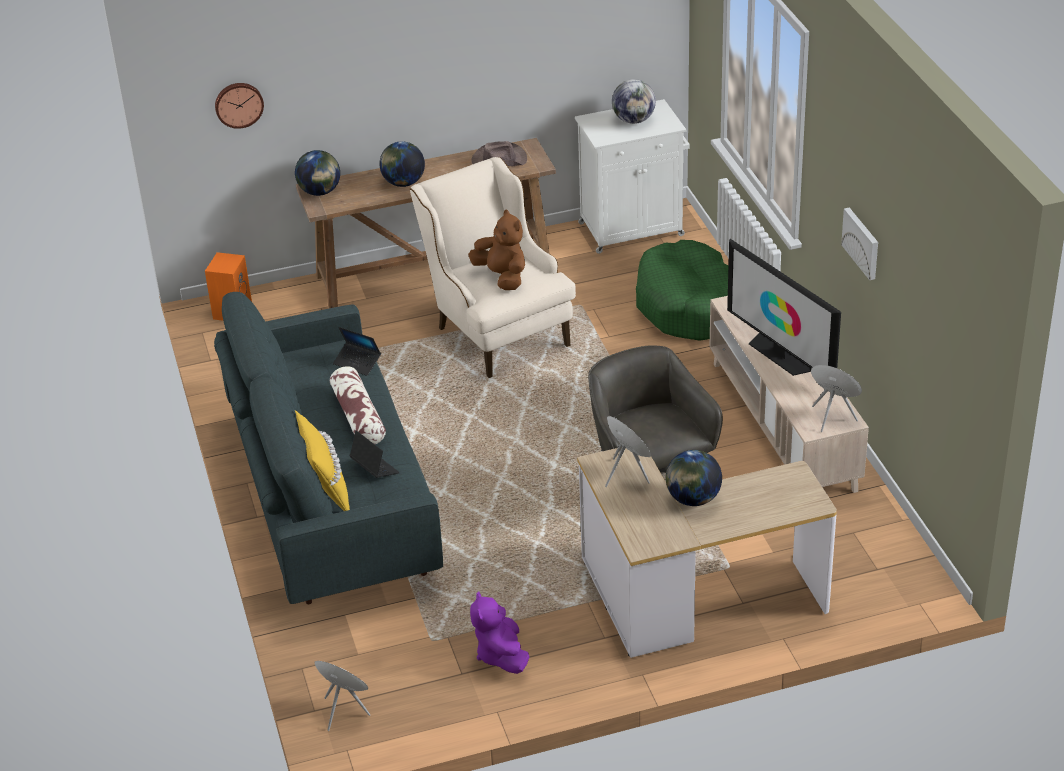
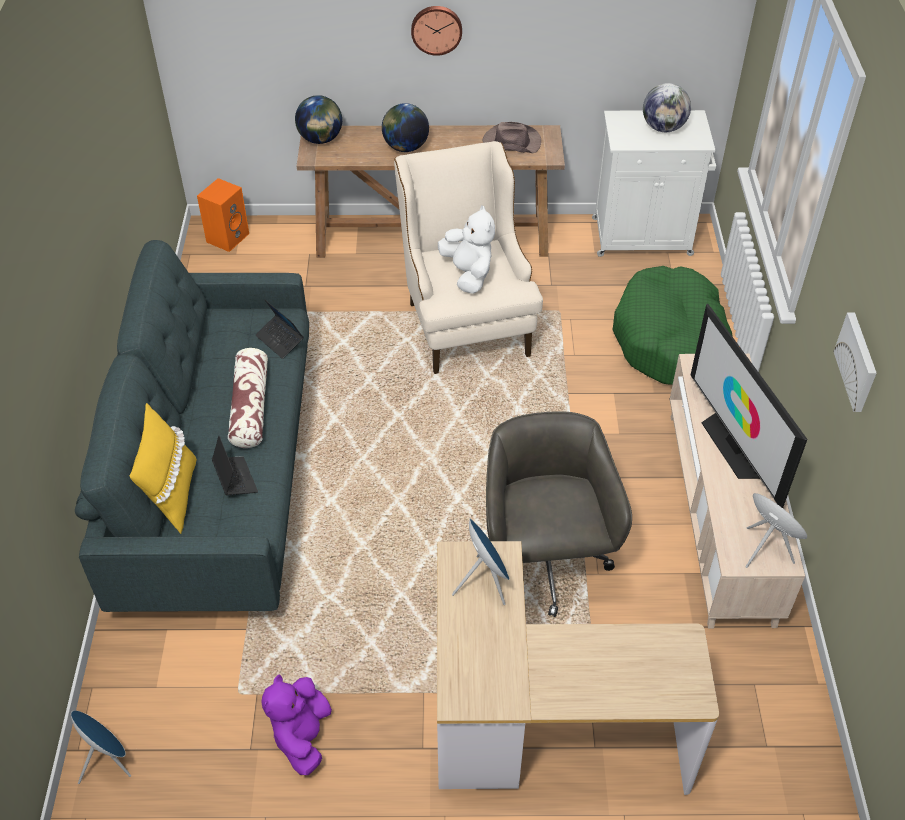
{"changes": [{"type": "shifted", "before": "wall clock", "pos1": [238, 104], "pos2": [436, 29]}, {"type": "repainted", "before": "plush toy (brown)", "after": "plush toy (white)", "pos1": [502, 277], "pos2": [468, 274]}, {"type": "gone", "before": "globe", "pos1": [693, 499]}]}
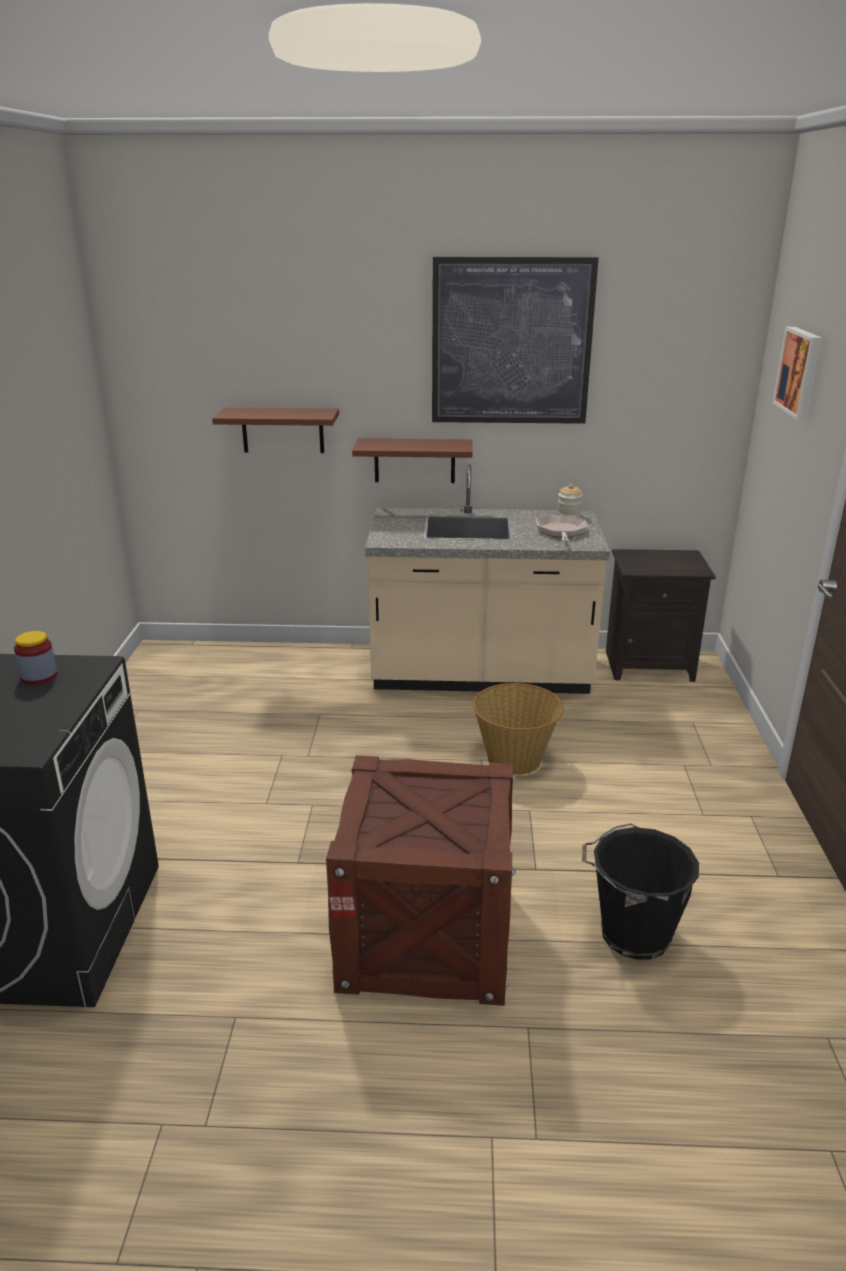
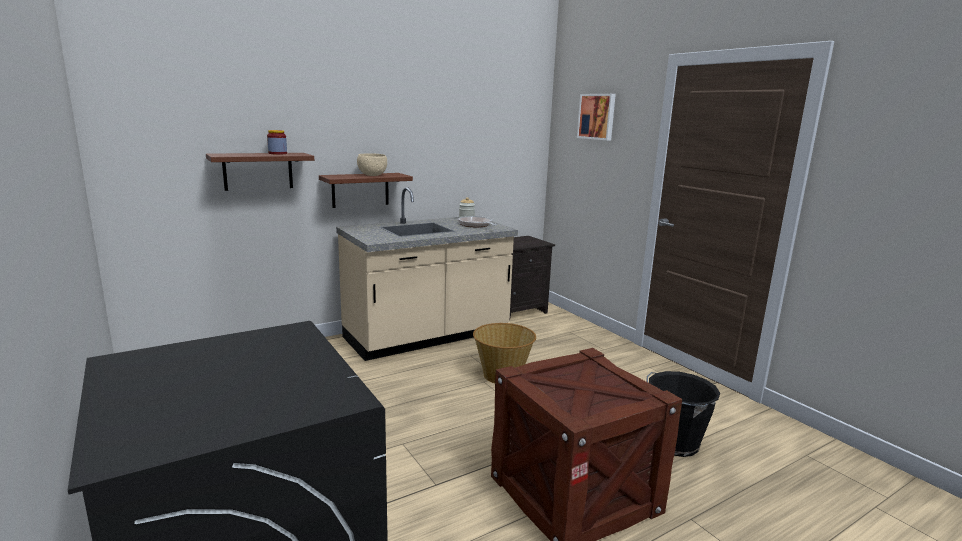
{"changes": [{"type": "shifted", "before": "jar", "pos1": [39, 676], "pos2": [277, 153]}, {"type": "new", "after": "bowl (beige)", "pos2": [372, 175]}, {"type": "gone", "before": "picture", "pos1": [511, 342]}]}
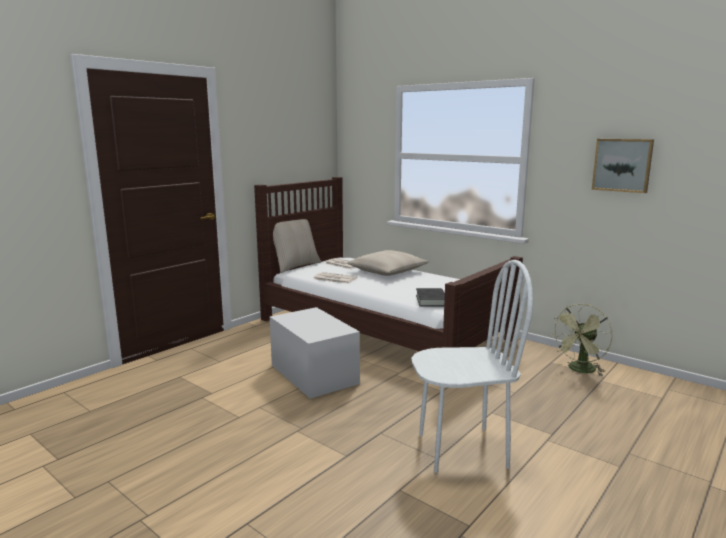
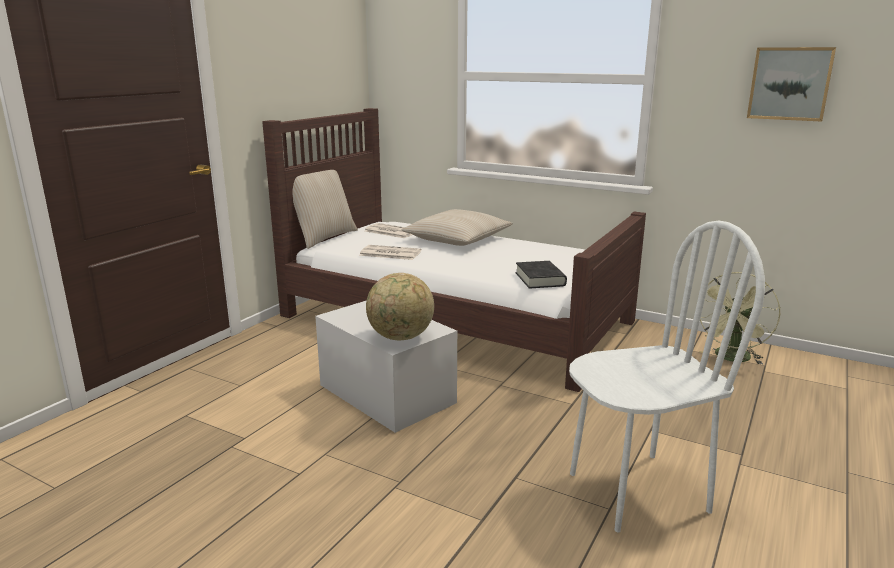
{"changes": [{"type": "new", "after": "globe", "pos2": [401, 337]}]}
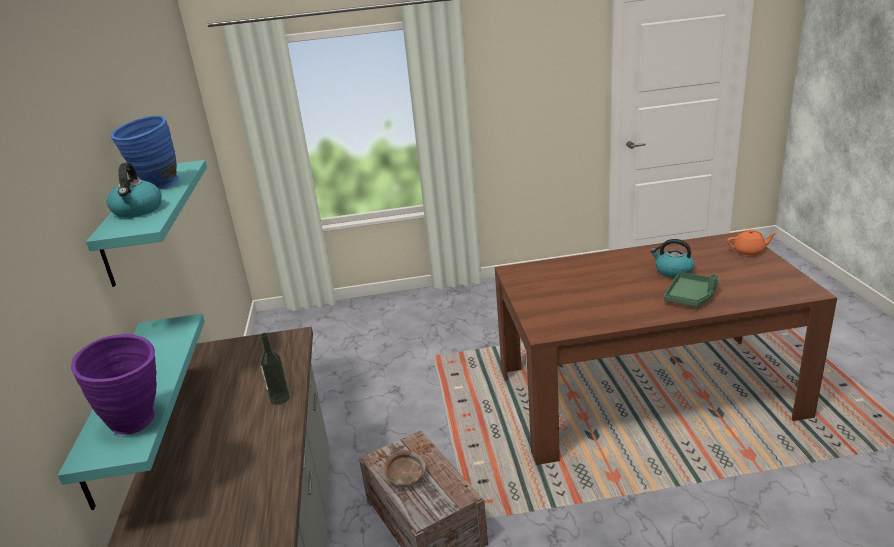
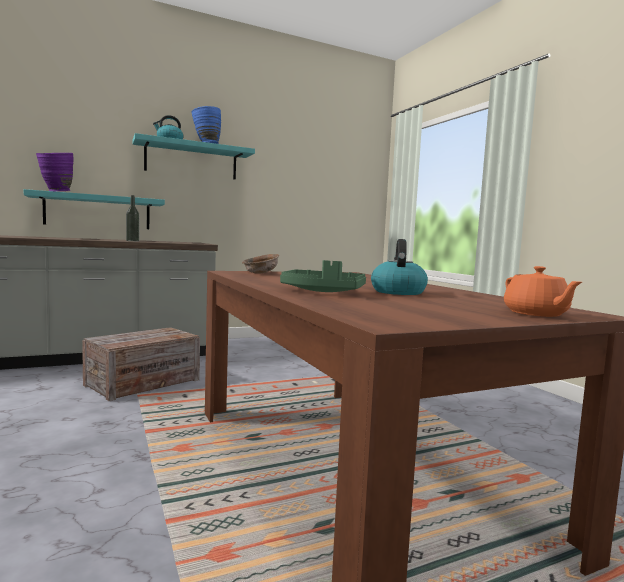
{"changes": [{"type": "shifted", "before": "bowl (brown)", "pos1": [406, 478], "pos2": [260, 273]}]}
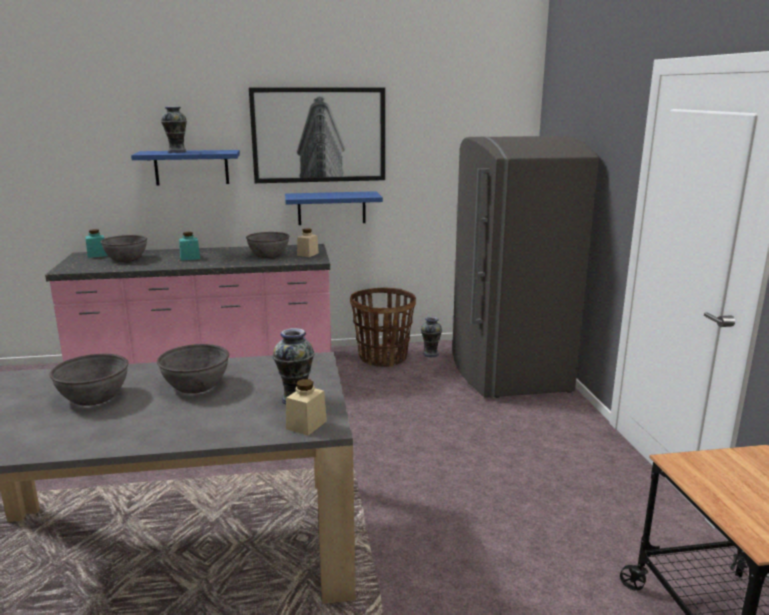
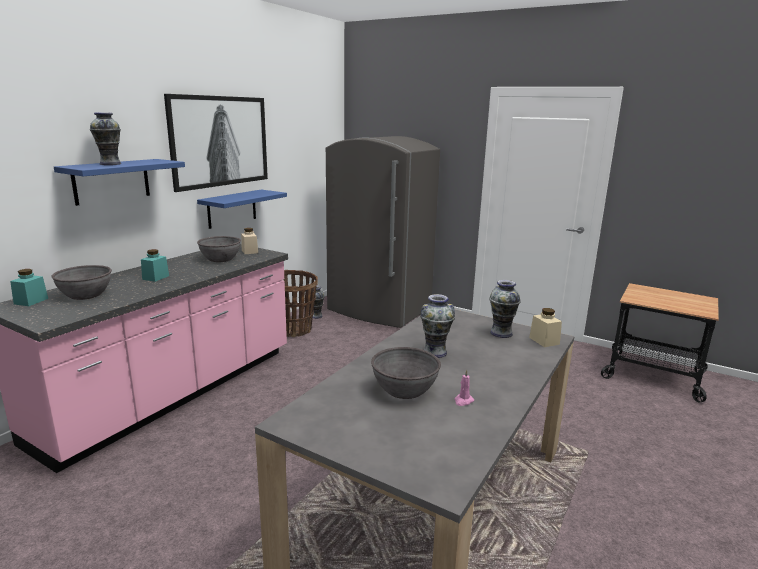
{"changes": [{"type": "swapped", "before": "bowl (grey)", "after": "vase", "pos1": [196, 385], "pos2": [435, 352]}, {"type": "new", "after": "candle (pink)", "pos2": [463, 401]}]}
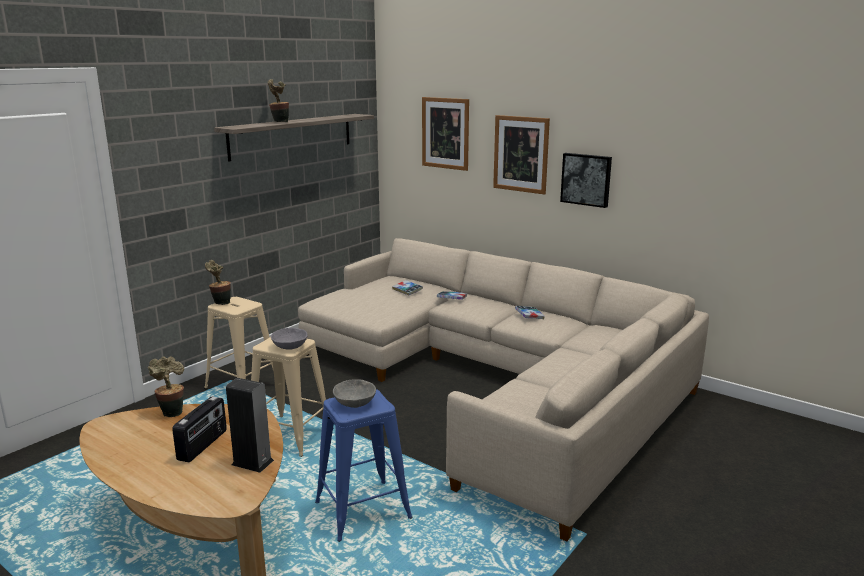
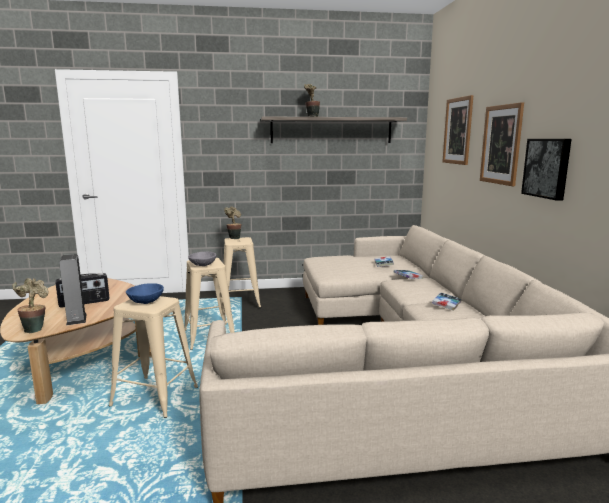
{"changes": [{"type": "shifted", "before": "potted plant", "pos1": [171, 412], "pos2": [35, 329]}, {"type": "repainted", "before": "stool (blue)", "after": "stool (beige)", "pos1": [363, 510], "pos2": [155, 397]}, {"type": "repainted", "before": "bowl (grey)", "after": "bowl (blue)", "pos1": [354, 403], "pos2": [146, 301]}]}
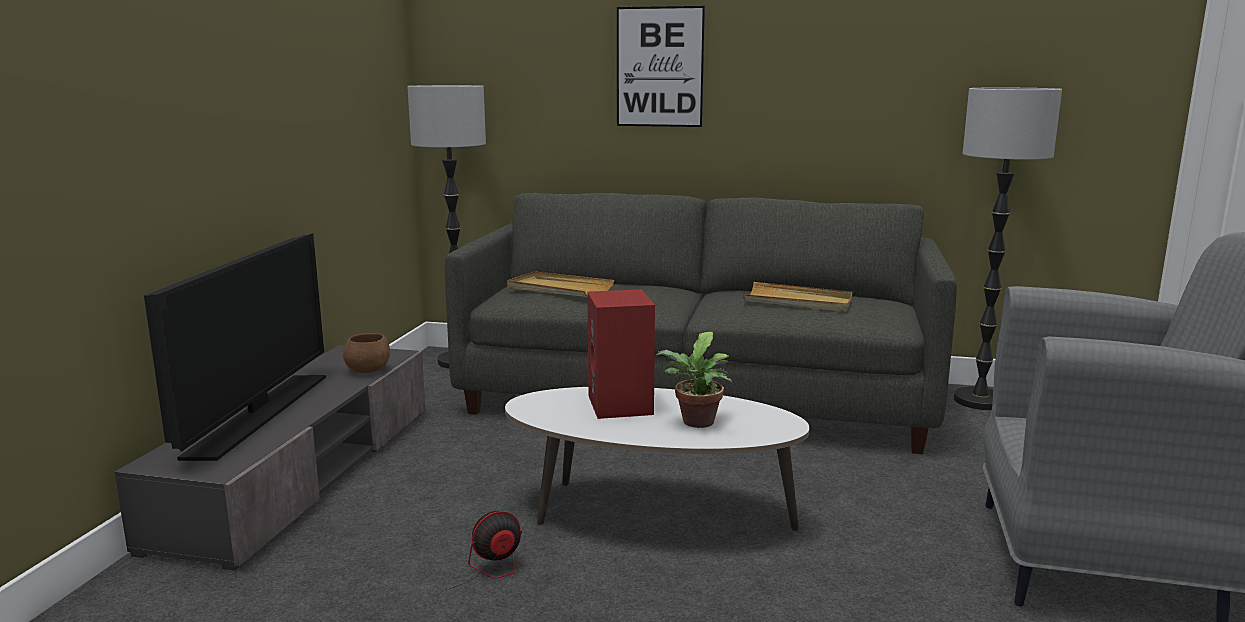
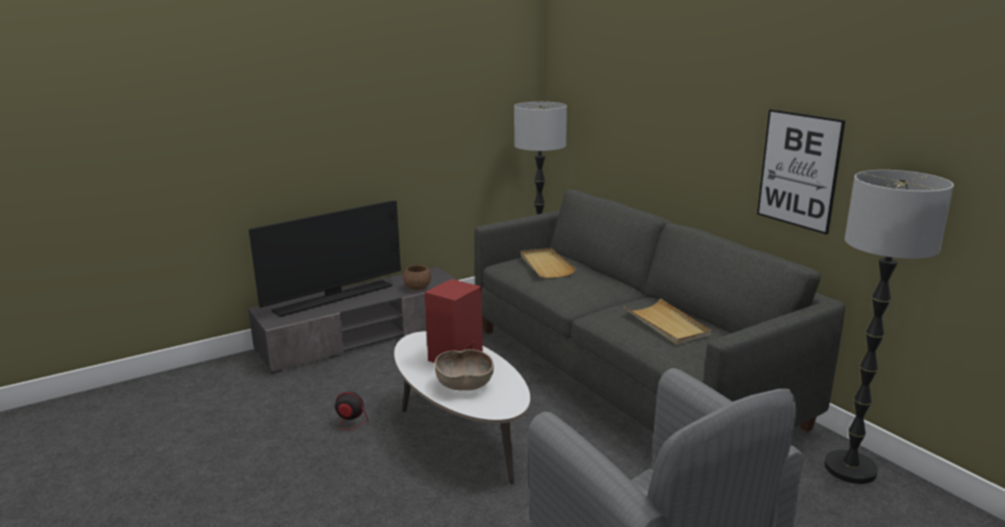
{"changes": [{"type": "swapped", "before": "potted plant", "after": "bowl (brown)", "pos1": [696, 423], "pos2": [464, 385]}, {"type": "shifted", "before": "picture", "pos1": [660, 67], "pos2": [798, 170]}]}
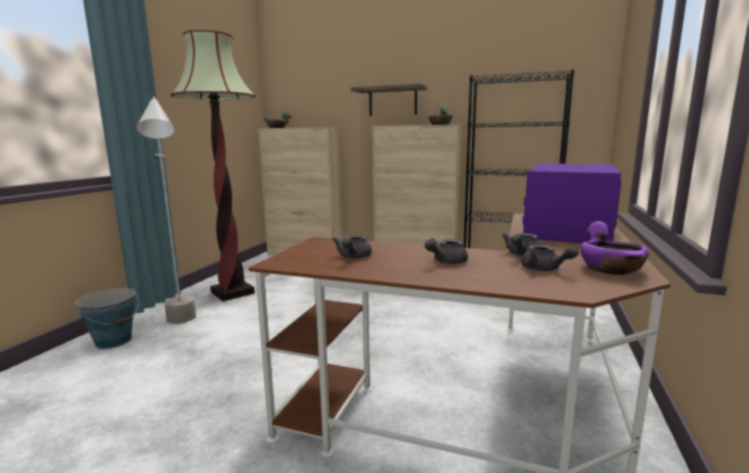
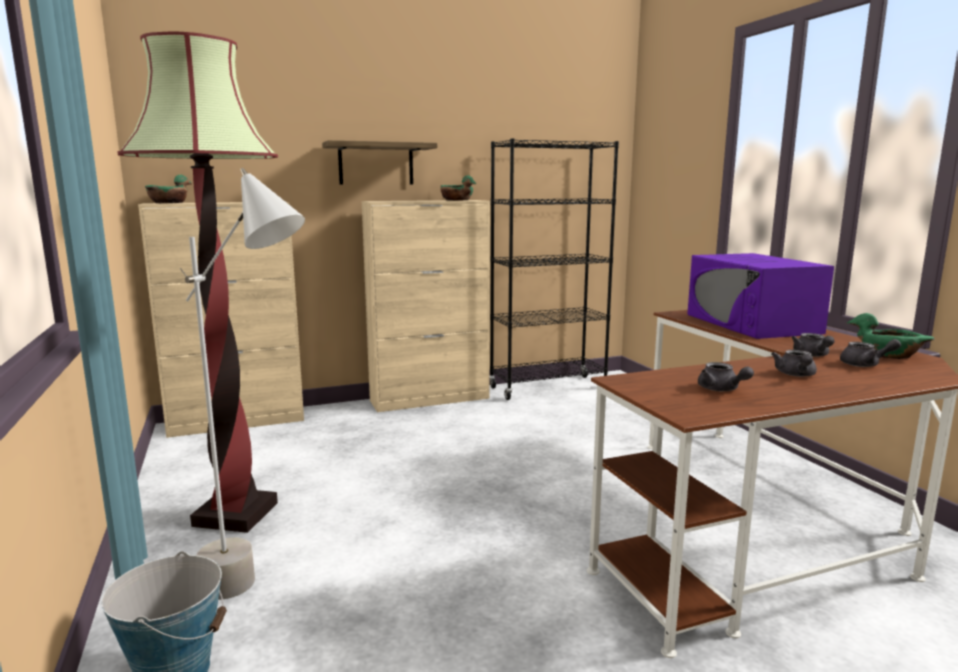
{"changes": [{"type": "repainted", "before": "bowl (purple)", "after": "bowl (green)", "pos1": [611, 269], "pos2": [889, 354]}]}
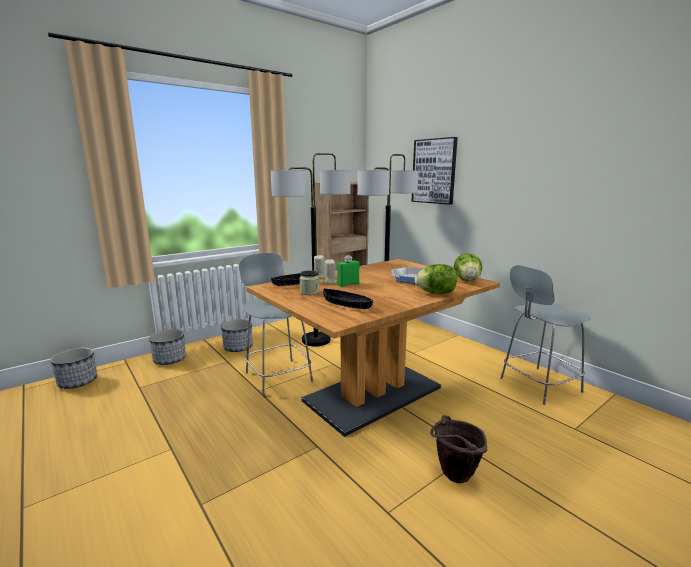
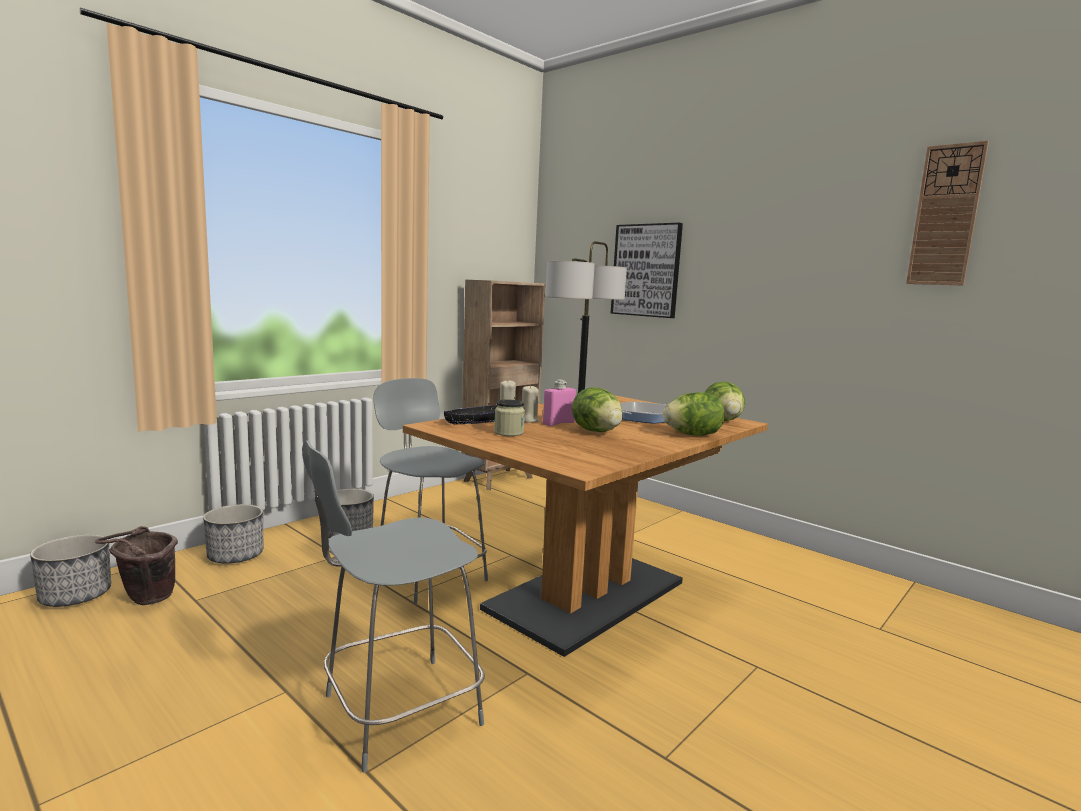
{"changes": [{"type": "shifted", "before": "bucket (brown)", "pos1": [453, 477], "pos2": [144, 600]}, {"type": "shifted", "before": "chair (grey)", "pos1": [538, 385], "pos2": [396, 711]}, {"type": "repainted", "before": "bottle (green)", "after": "bottle (pink)", "pos1": [348, 284], "pos2": [558, 423]}, {"type": "new", "after": "lettuce", "pos2": [596, 431]}, {"type": "new", "after": "wall clock", "pos2": [946, 215]}, {"type": "gone", "before": "floor lamp", "pos1": [315, 340]}, {"type": "gone", "before": "bowl (black)", "pos1": [347, 305]}]}
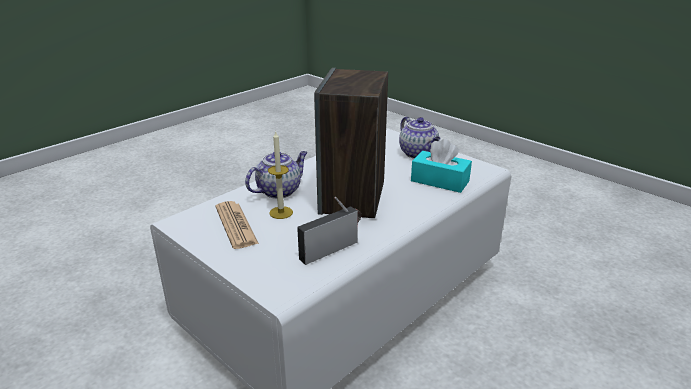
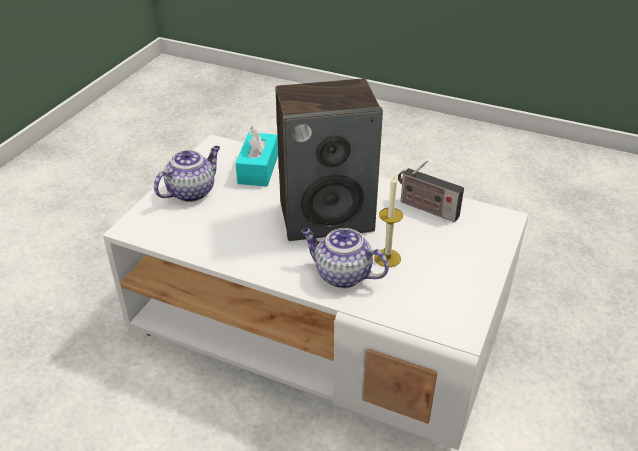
{"changes": [{"type": "gone", "before": "newspaper", "pos1": [236, 225]}]}
